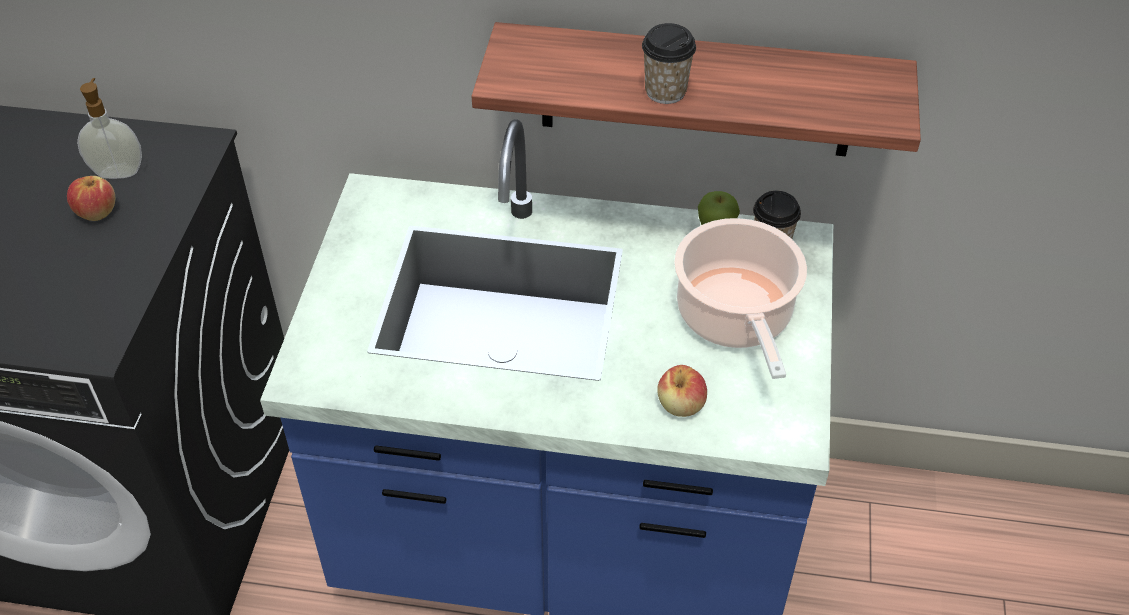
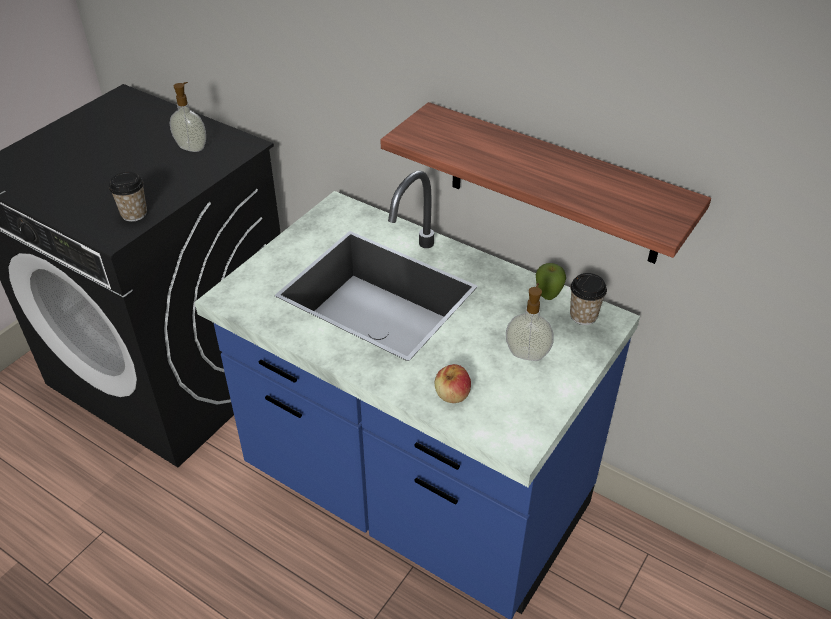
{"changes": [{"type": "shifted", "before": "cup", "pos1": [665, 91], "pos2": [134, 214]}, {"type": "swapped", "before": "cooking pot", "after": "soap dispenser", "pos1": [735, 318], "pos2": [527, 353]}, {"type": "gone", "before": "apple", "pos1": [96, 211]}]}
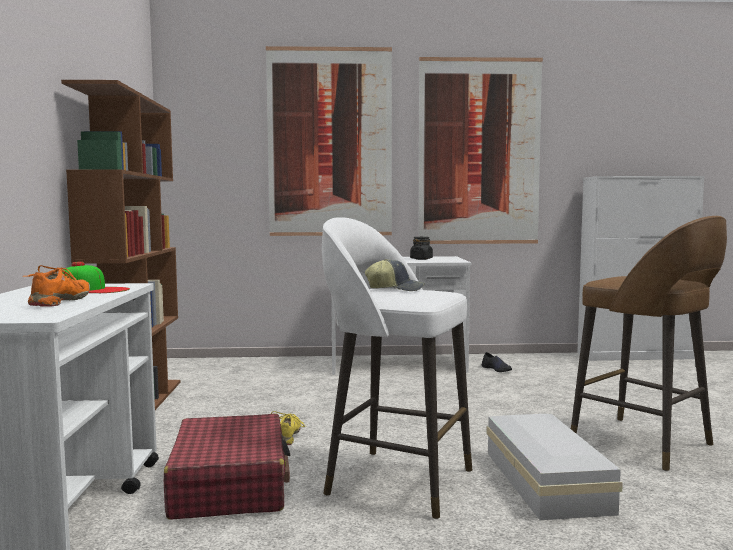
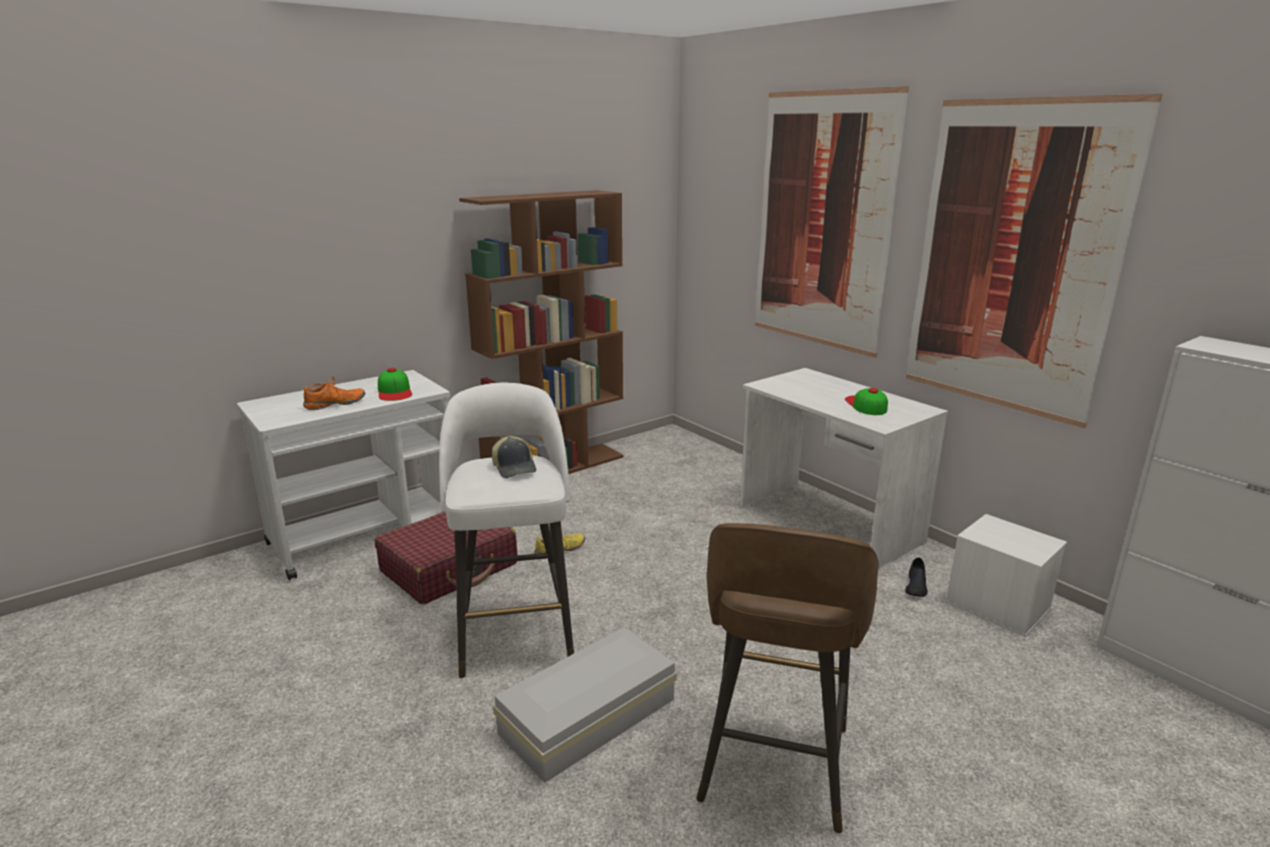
{"changes": [{"type": "swapped", "before": "jar (black)", "after": "cap", "pos1": [421, 259], "pos2": [866, 405]}, {"type": "new", "after": "storage box (white)", "pos2": [996, 605]}]}
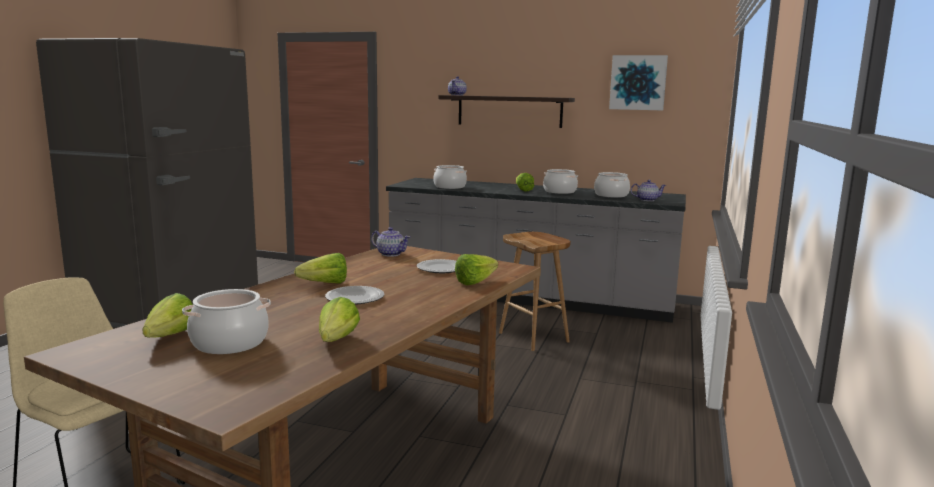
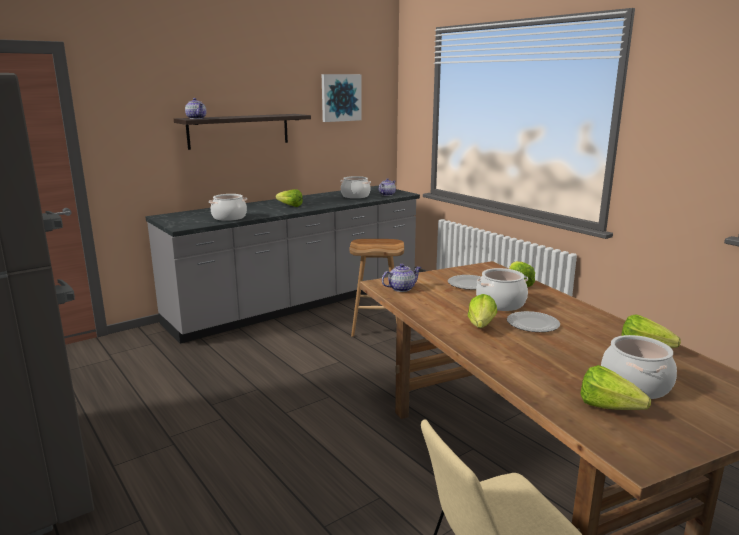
{"changes": [{"type": "shifted", "before": "cooking pot", "pos1": [559, 191], "pos2": [500, 304]}]}
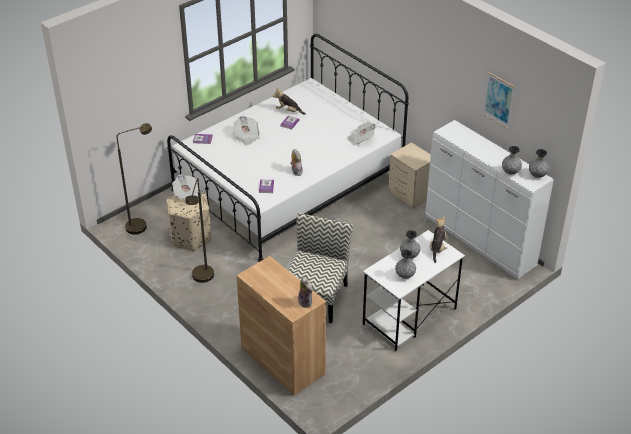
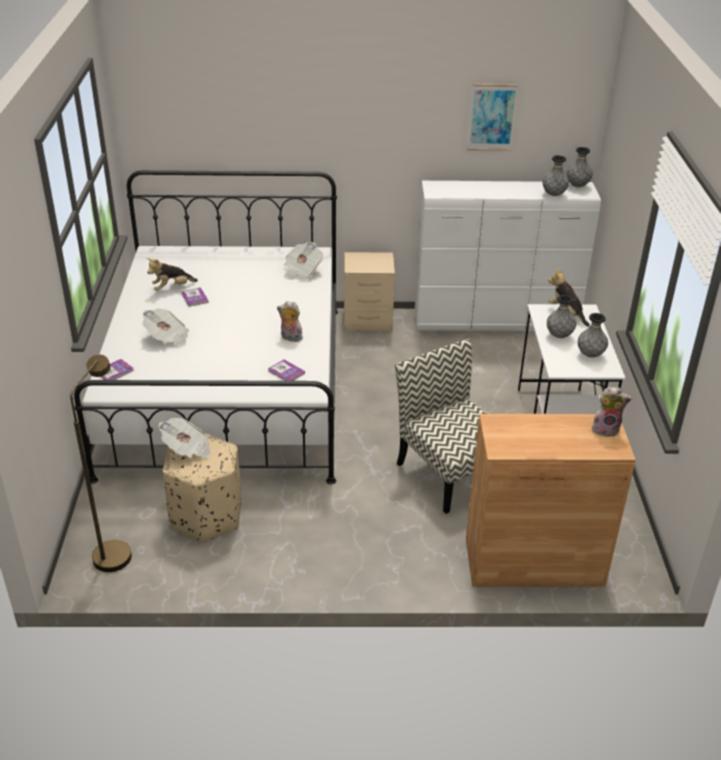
{"changes": [{"type": "gone", "before": "floor lamp (brown)", "pos1": [202, 279]}]}
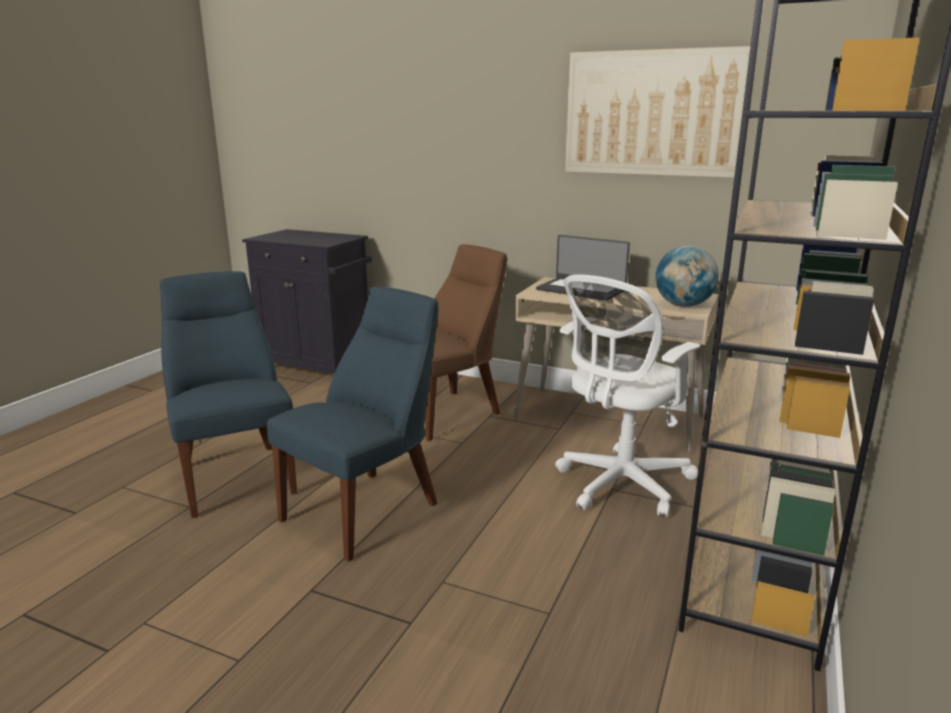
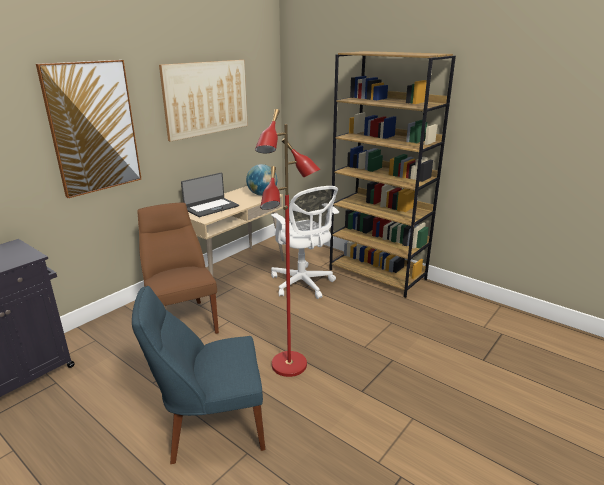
{"changes": [{"type": "new", "after": "picture", "pos2": [93, 128]}, {"type": "swapped", "before": "chair (blue)", "after": "floor lamp (red)", "pos1": [366, 509], "pos2": [289, 365]}]}
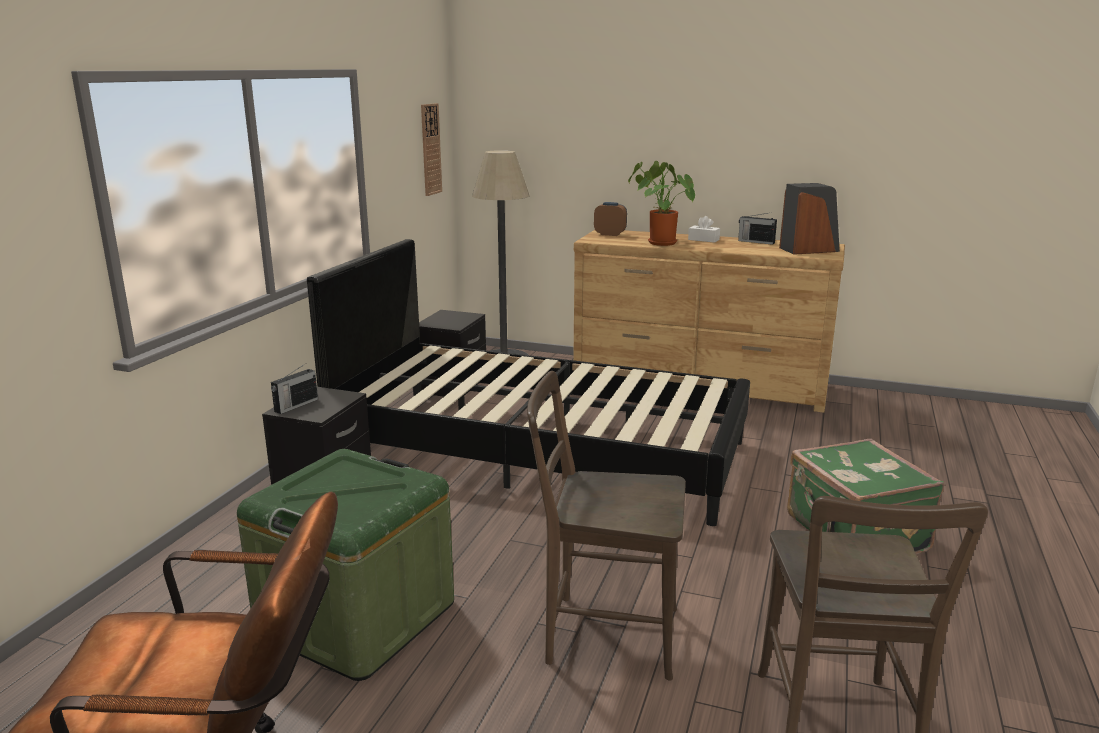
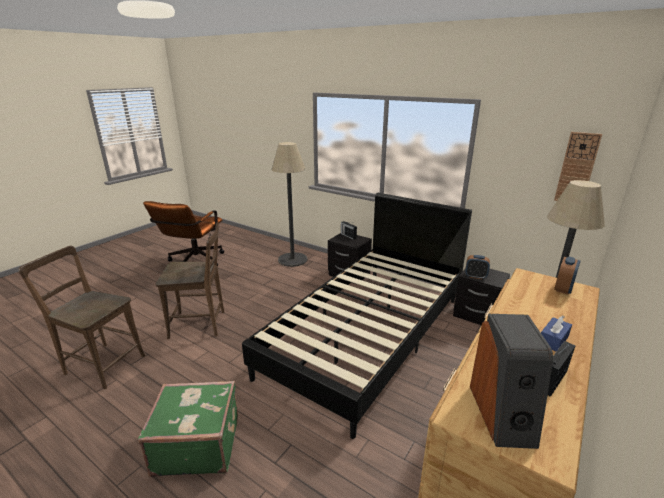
{"changes": [{"type": "rotated", "before": "chair (brown)", "pos1": [604, 634], "pos2": [201, 324], "turn": 60}, {"type": "new", "after": "floor lamp", "pos2": [292, 259]}, {"type": "new", "after": "alarm clock", "pos2": [475, 276]}, {"type": "repainted", "before": "tissue box (white)", "after": "tissue box (blue)", "pos1": [703, 240], "pos2": [553, 340]}, {"type": "gone", "before": "storage box (green)", "pos1": [357, 618]}, {"type": "gone", "before": "potted plant", "pos1": [659, 243]}]}
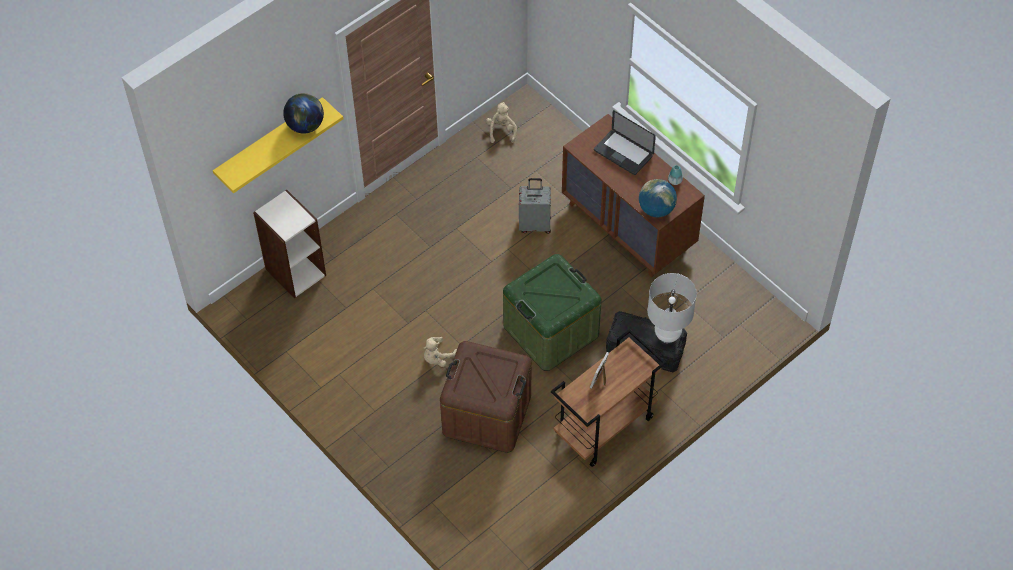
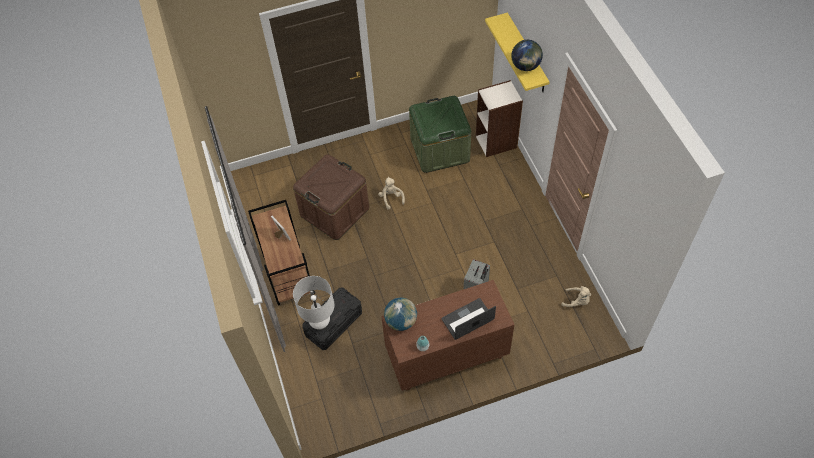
{"changes": [{"type": "shifted", "before": "storage box (green)", "pos1": [551, 331], "pos2": [440, 149]}]}
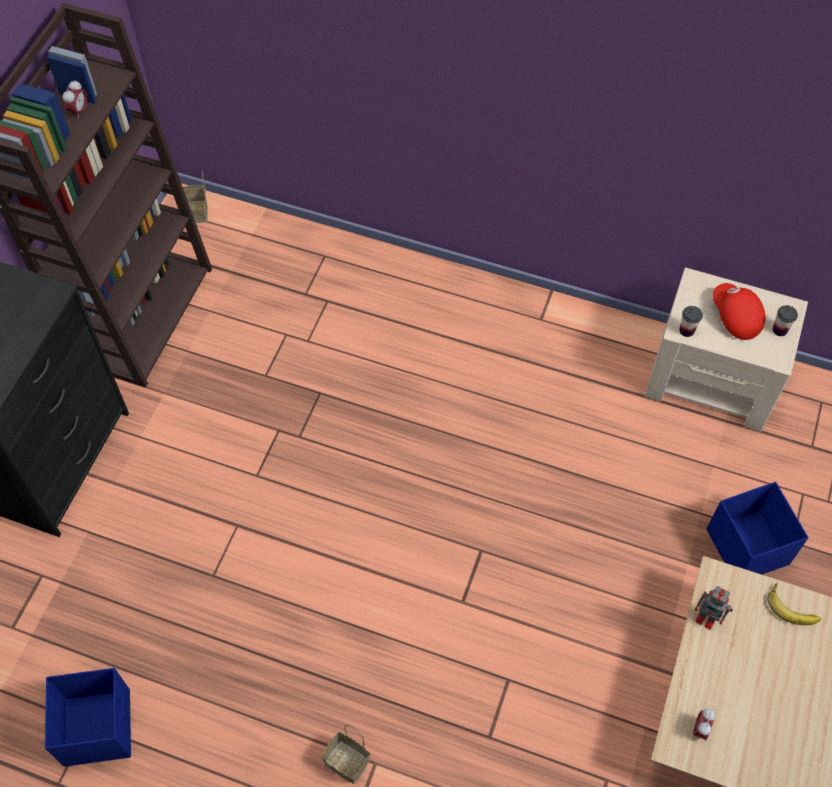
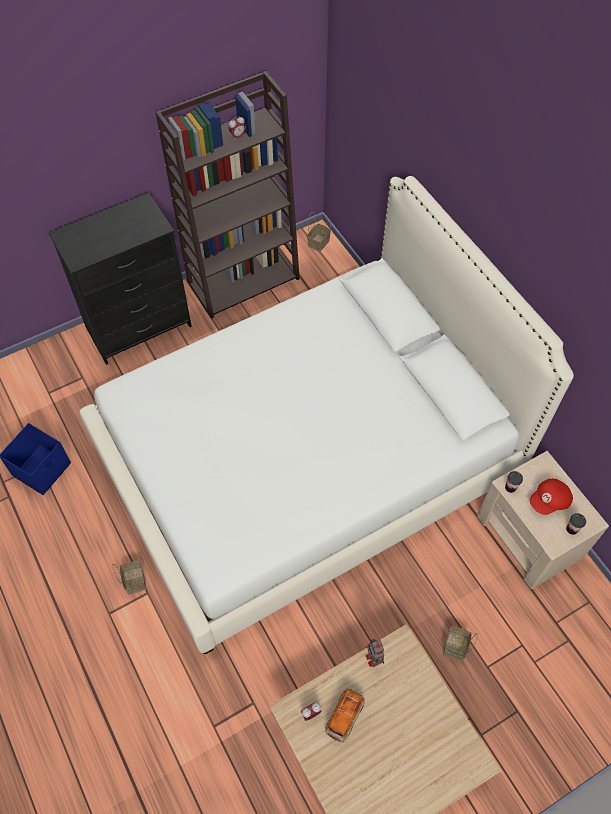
{"changes": [{"type": "new", "after": "bed (white)", "pos2": [306, 462]}, {"type": "new", "after": "toy car", "pos2": [344, 716]}, {"type": "swapped", "before": "storage box (blue)", "after": "basket", "pos1": [747, 548], "pos2": [455, 648]}, {"type": "rotated", "before": "cap (red)", "pos1": [735, 317], "pos2": [549, 501], "turn": -135}, {"type": "gone", "before": "banana", "pos1": [793, 606]}]}
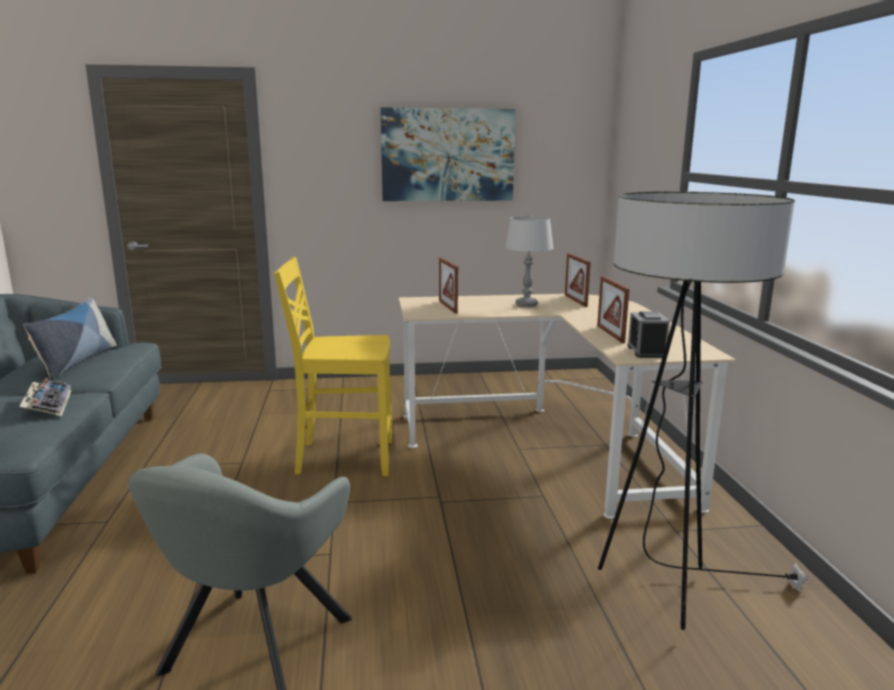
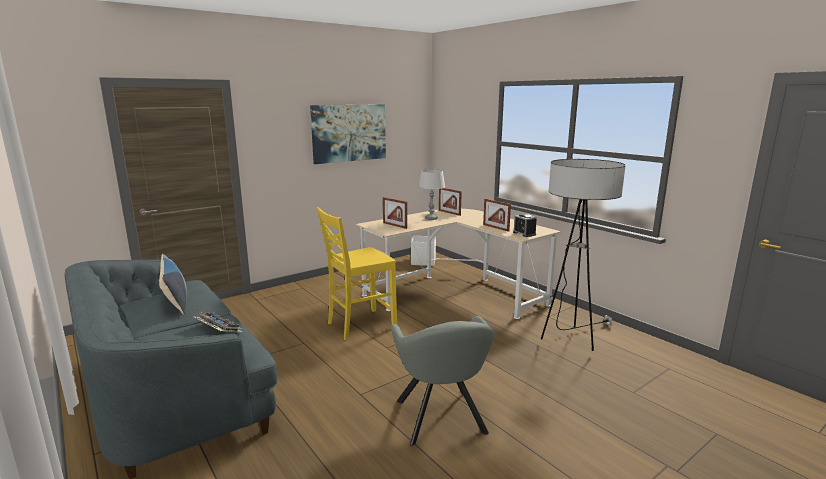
{"changes": [{"type": "new", "after": "storage box (white)", "pos2": [423, 262]}]}
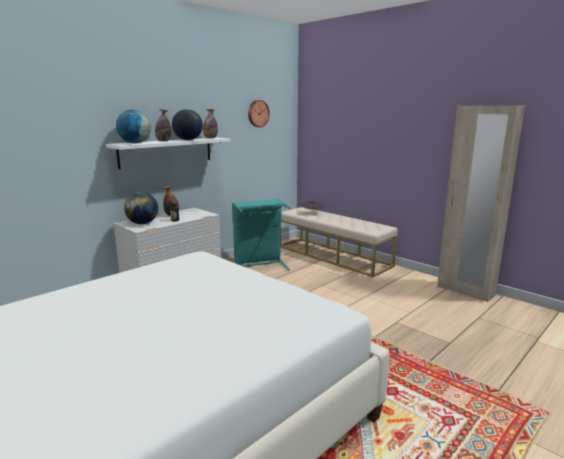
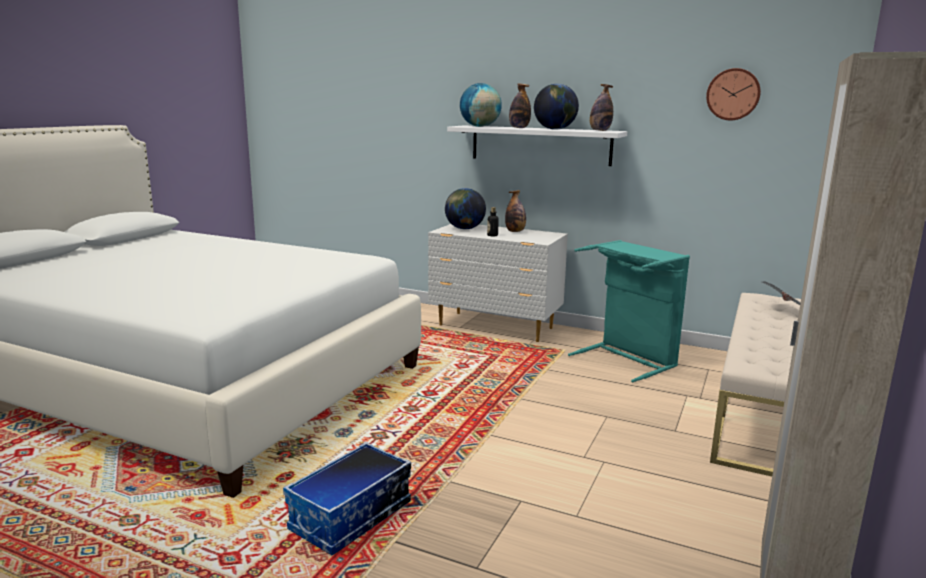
{"changes": [{"type": "new", "after": "storage box", "pos2": [351, 517]}]}
